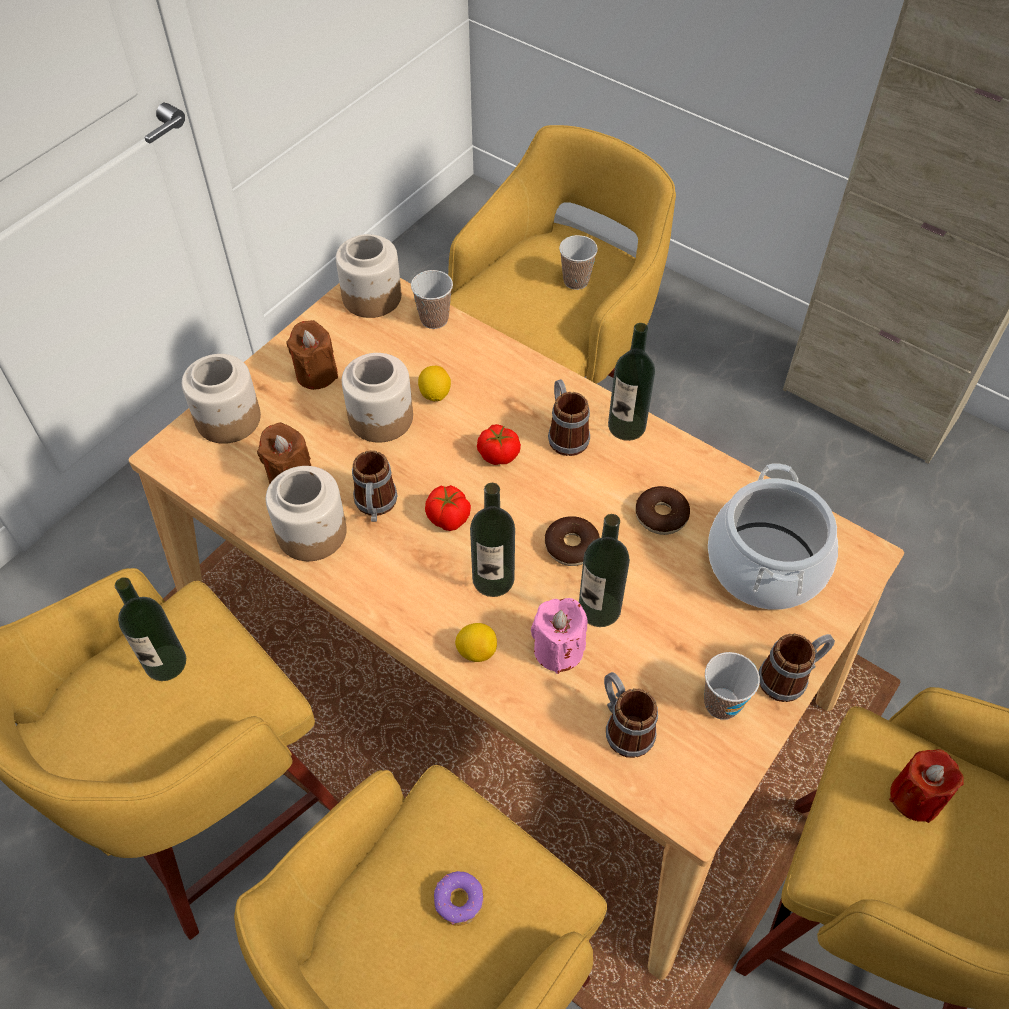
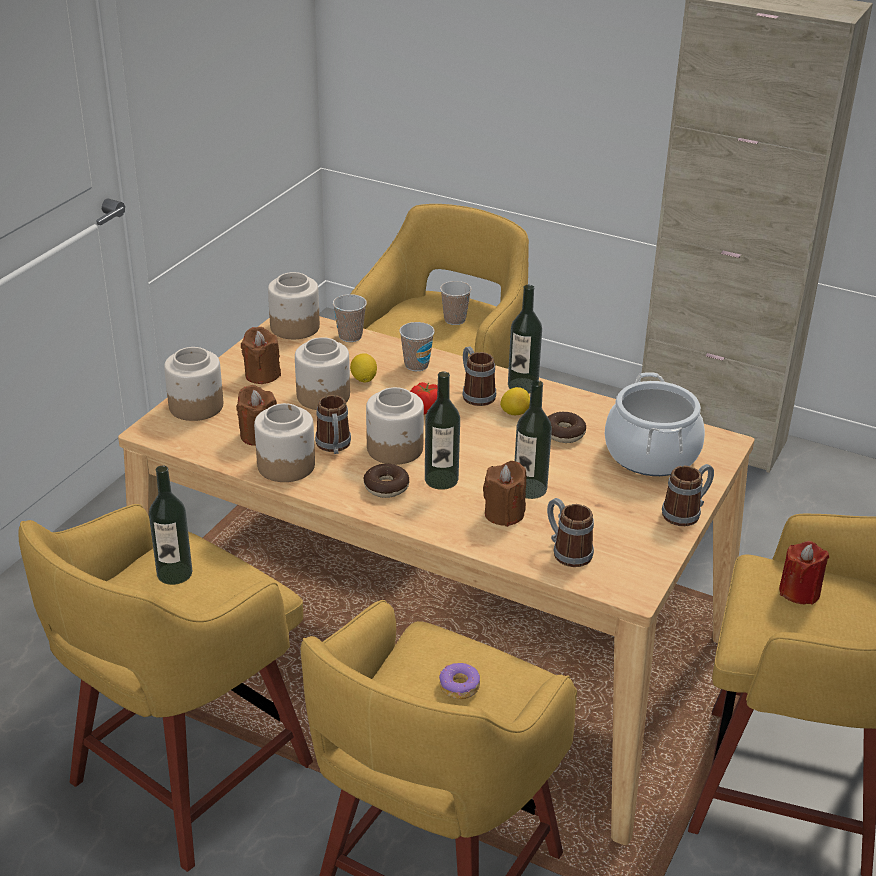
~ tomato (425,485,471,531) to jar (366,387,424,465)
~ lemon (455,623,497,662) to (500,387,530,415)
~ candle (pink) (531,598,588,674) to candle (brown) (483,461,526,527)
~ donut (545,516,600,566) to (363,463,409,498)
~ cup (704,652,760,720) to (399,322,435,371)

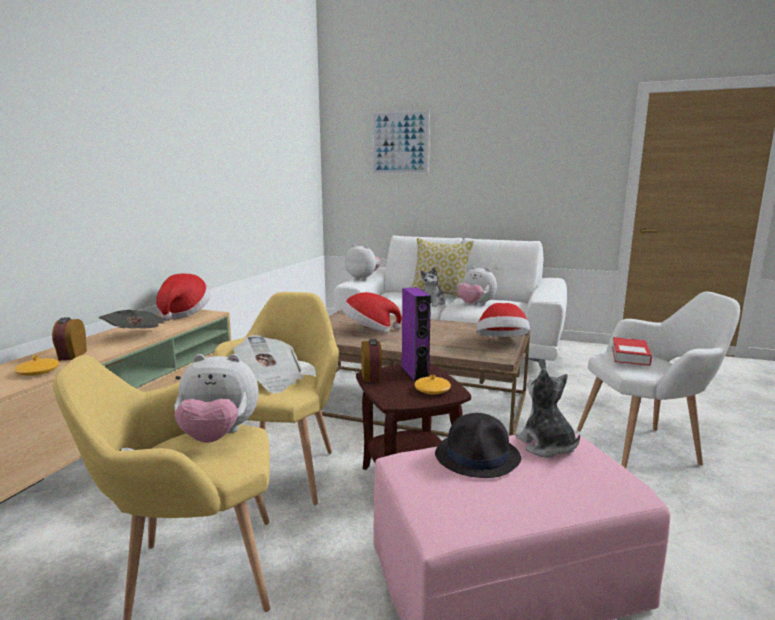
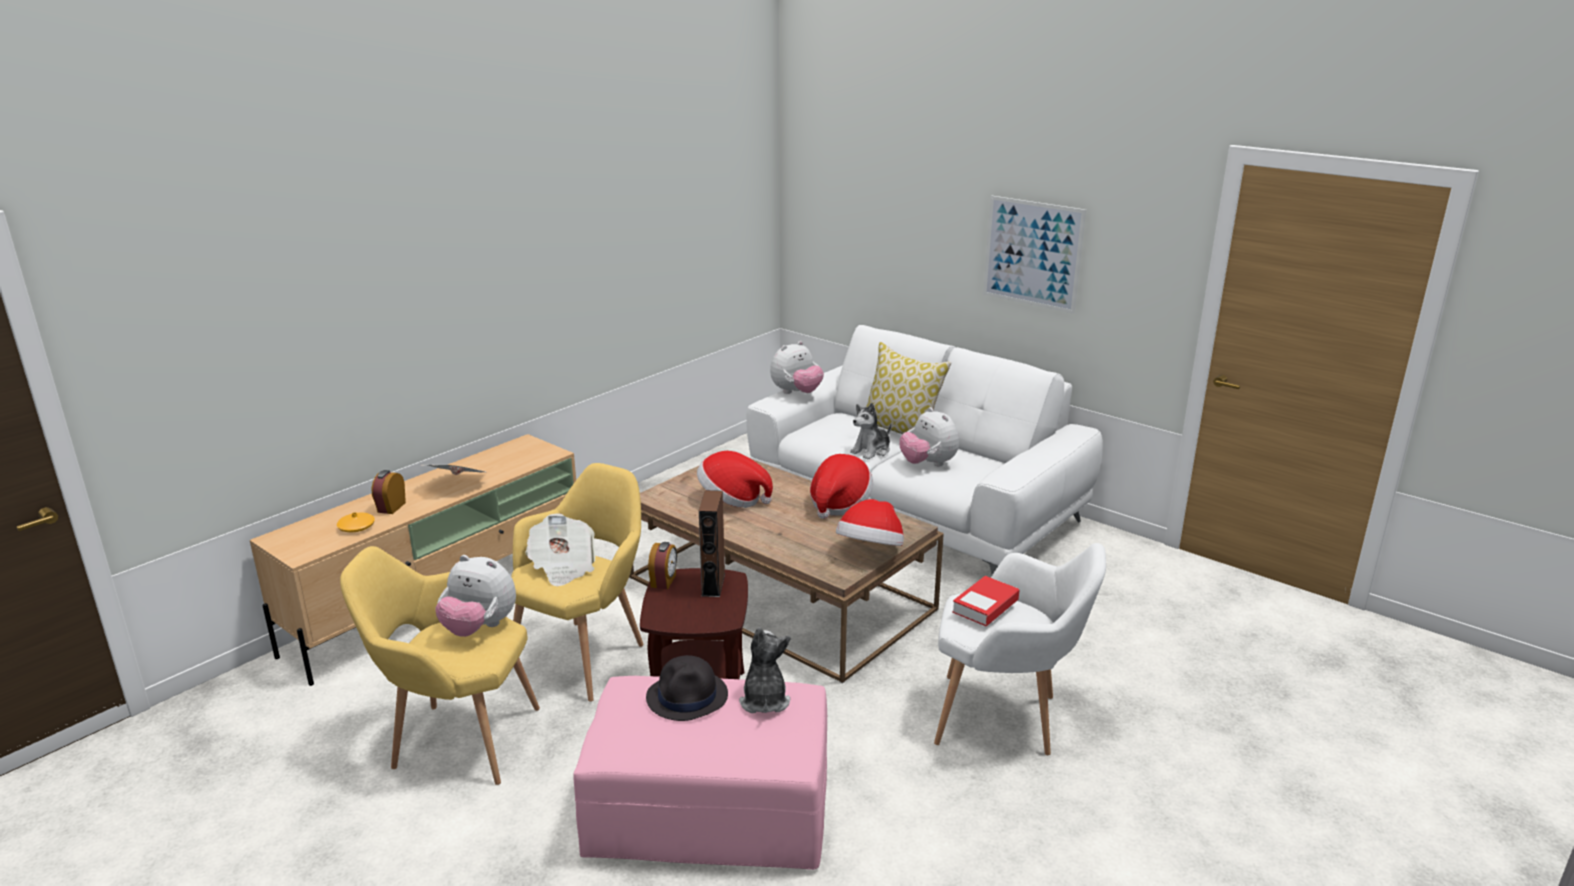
~ hat (156,274,210,321) to (810,454,873,519)
~ plush toy (345,244,380,281) = (770,341,824,394) 90 degrees clockwise
~ picture (371,109,430,175) to (983,196,1086,314)
~ speaker (purple) (401,287,431,381) to speaker (brown) (699,490,725,597)
- vase (orange) (414,375,451,395)

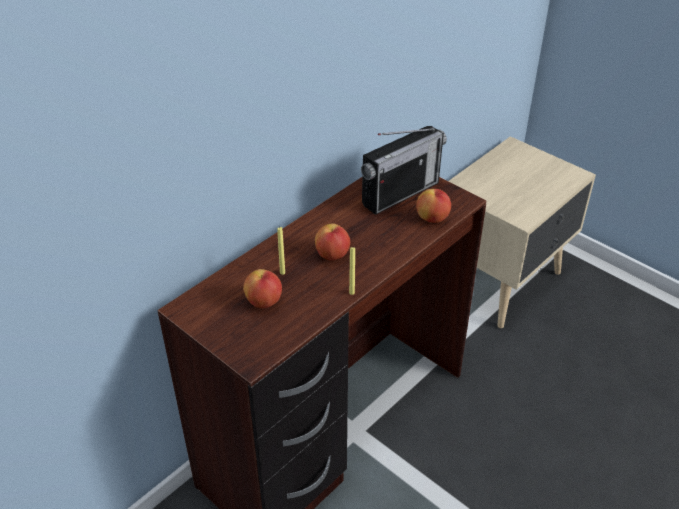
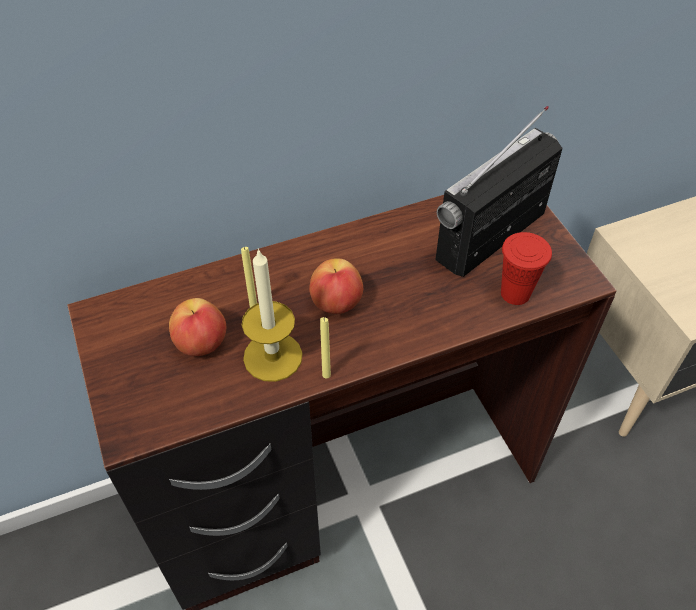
~ radio (361,126,447,215) = (435,106,563,277) 150 degrees clockwise
~ apple (416,189,451,223) to cup (red) (501,232,552,305)
+ candle (242,248,302,382)

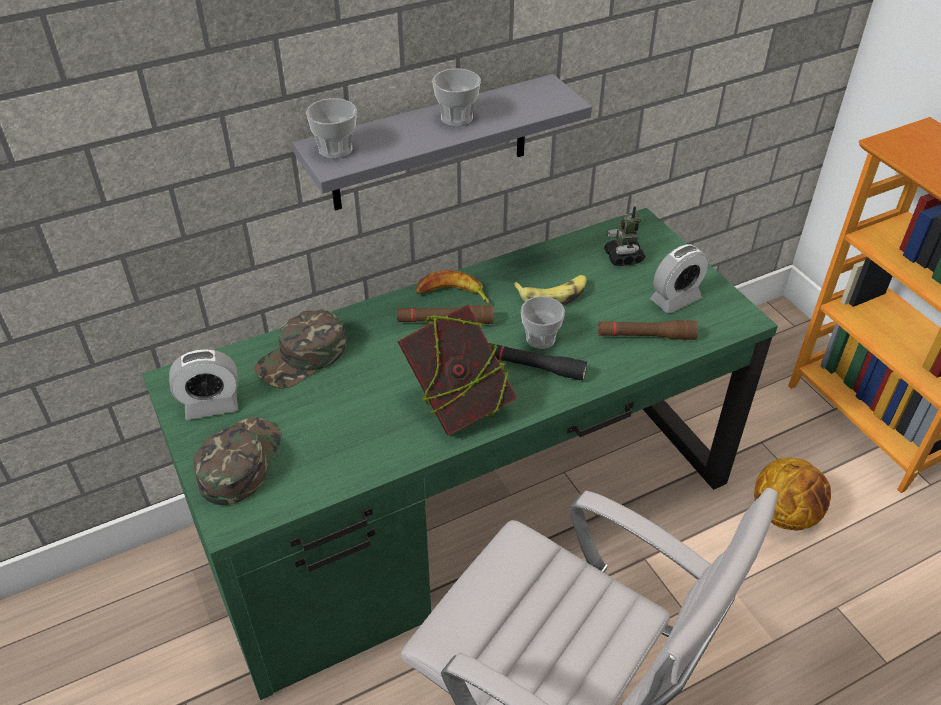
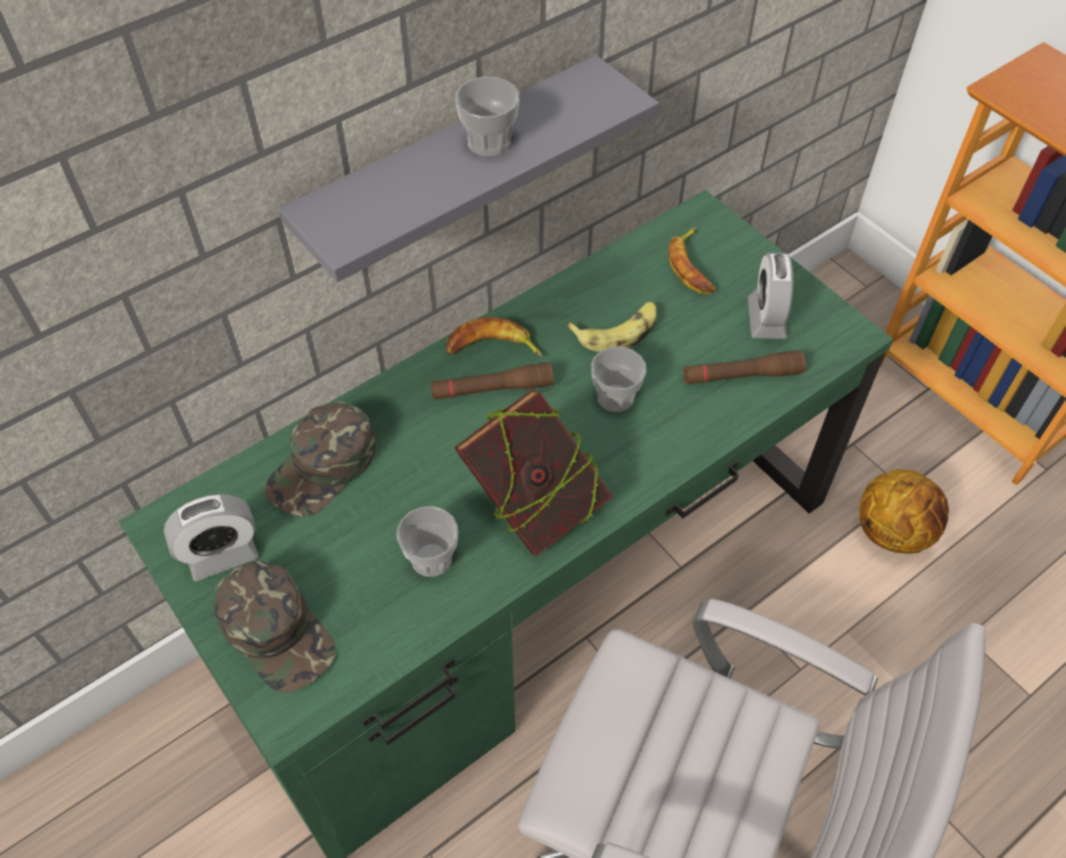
~ cap (green) (193,417,281,505) = (214,561,336,693) 135 degrees clockwise
~ cup (306,98,357,159) to (397,506,458,577)
- flashlight (black) (489,343,587,381)
~ toy robot (604,206,645,266) to banana (669,227,716,294)
~ alarm clock (650,244,708,314) = (748,252,793,339) 135 degrees clockwise

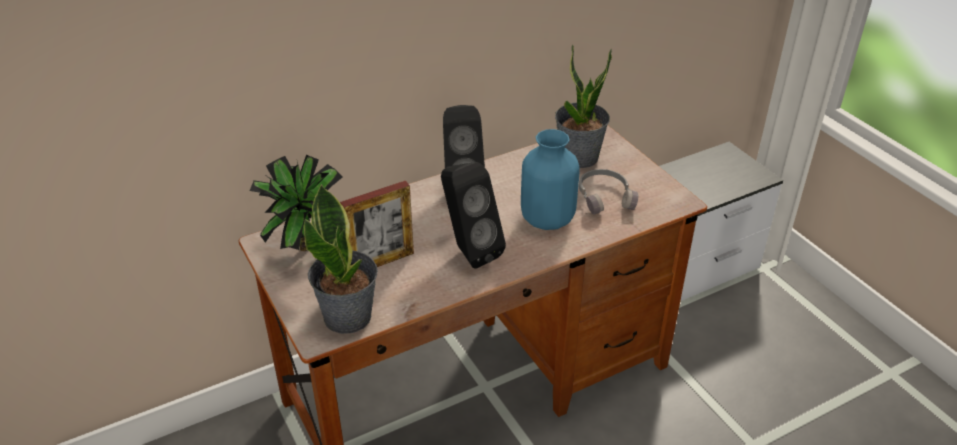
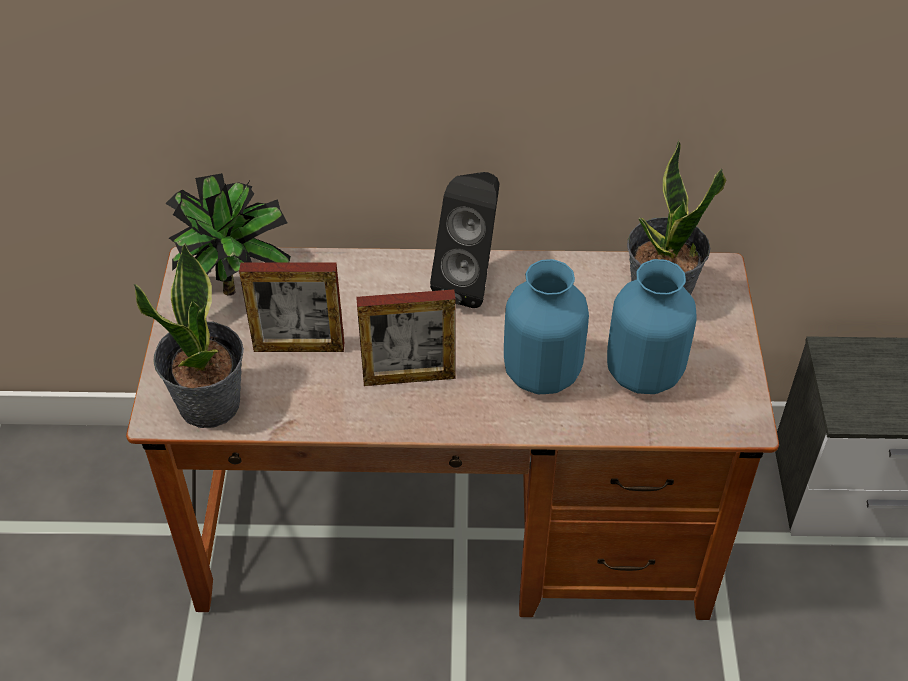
~ speaker (black) (441,162,506,269) to picture frame (356,289,456,386)
~ headphones (grey) (579,169,638,215) to vase (blue) (607,259,696,394)

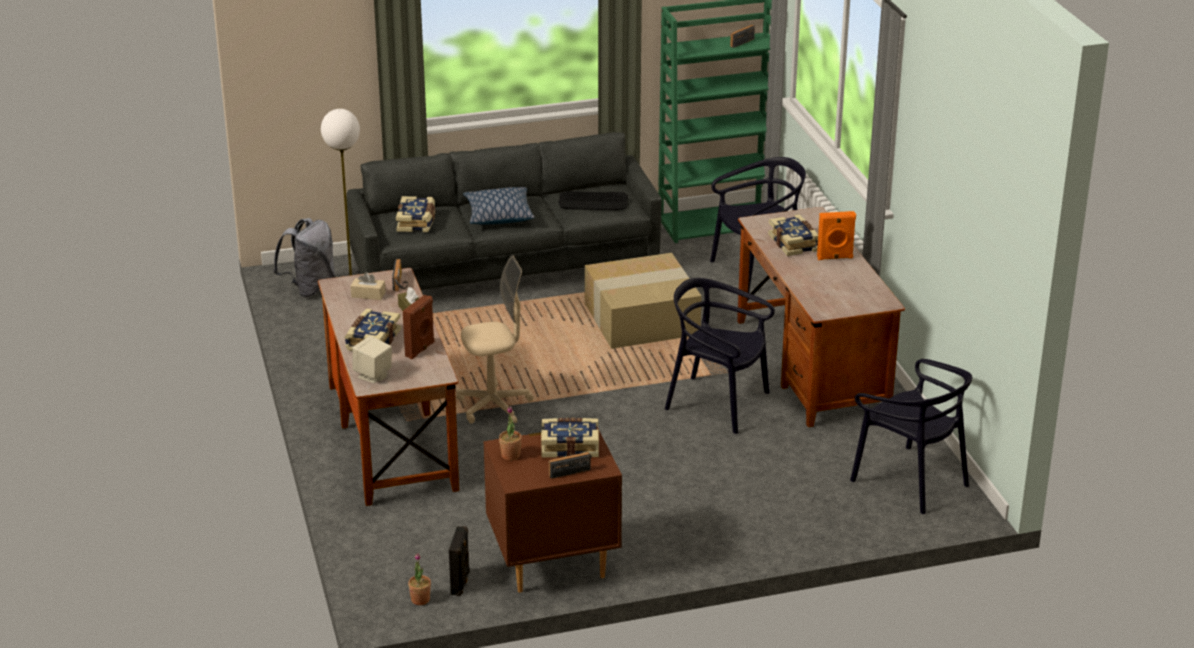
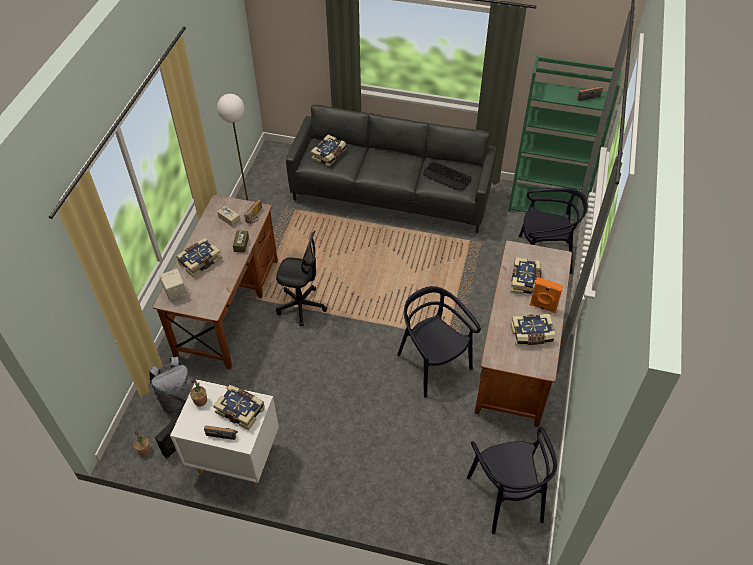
~ backpack (grey) (273,218,335,297) to (149,357,194,414)
- speaker (brown) (403,295,435,359)
~ office chair (beige) (456,256,533,424) to office chair (black) (276,230,327,327)
- pillow (463,187,535,225)
~ nightstand (brown) (483,427,622,592) to nightstand (white) (170,379,279,487)
- cardboard box (585,253,702,349)
+ book (511,314,556,345)

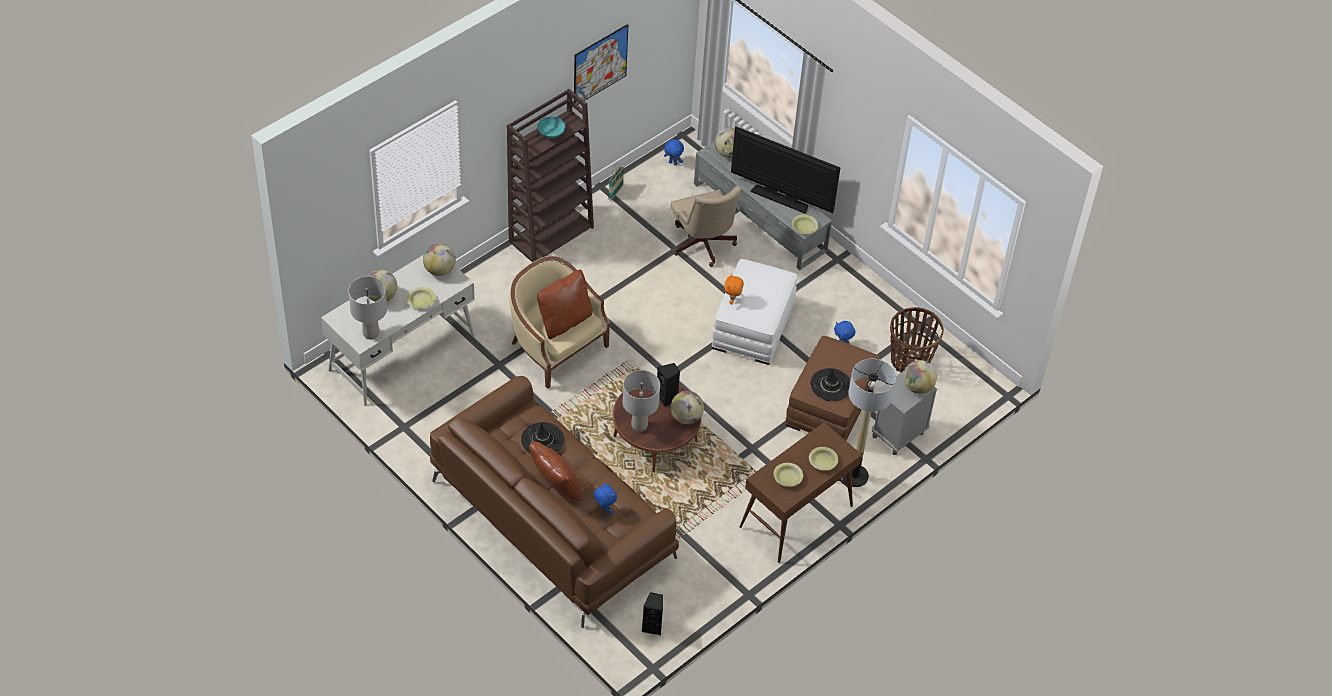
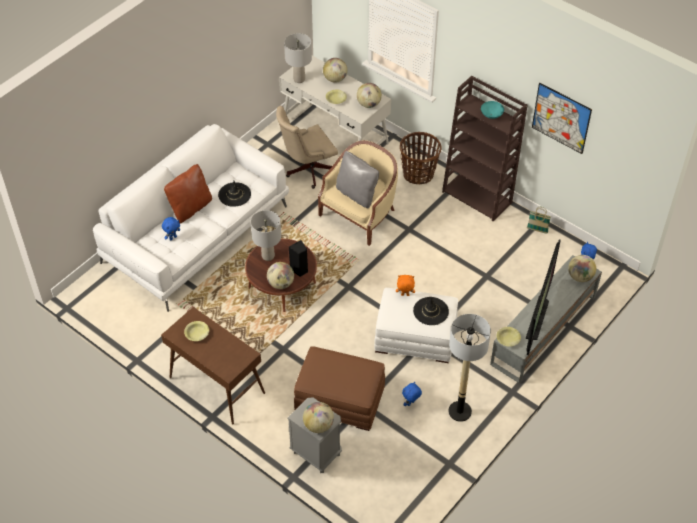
~ sofa (brown) (430,376,679,628) to sofa (white) (93,124,289,312)
~ pillow (brown) (537,270,593,339) to pillow (grey) (336,151,379,209)
- speaker (black) (642,592,663,635)
~ office chair (beige) (671,186,741,267) to (276,106,338,189)
- bowl (yellow) (809,447,838,471)
~ hat (black) (810,368,850,401) to (413,297,449,325)
~ floor lamp (842,359,896,487) to (448,314,491,422)
~ basket (890,307,944,373) to (400,132,442,184)

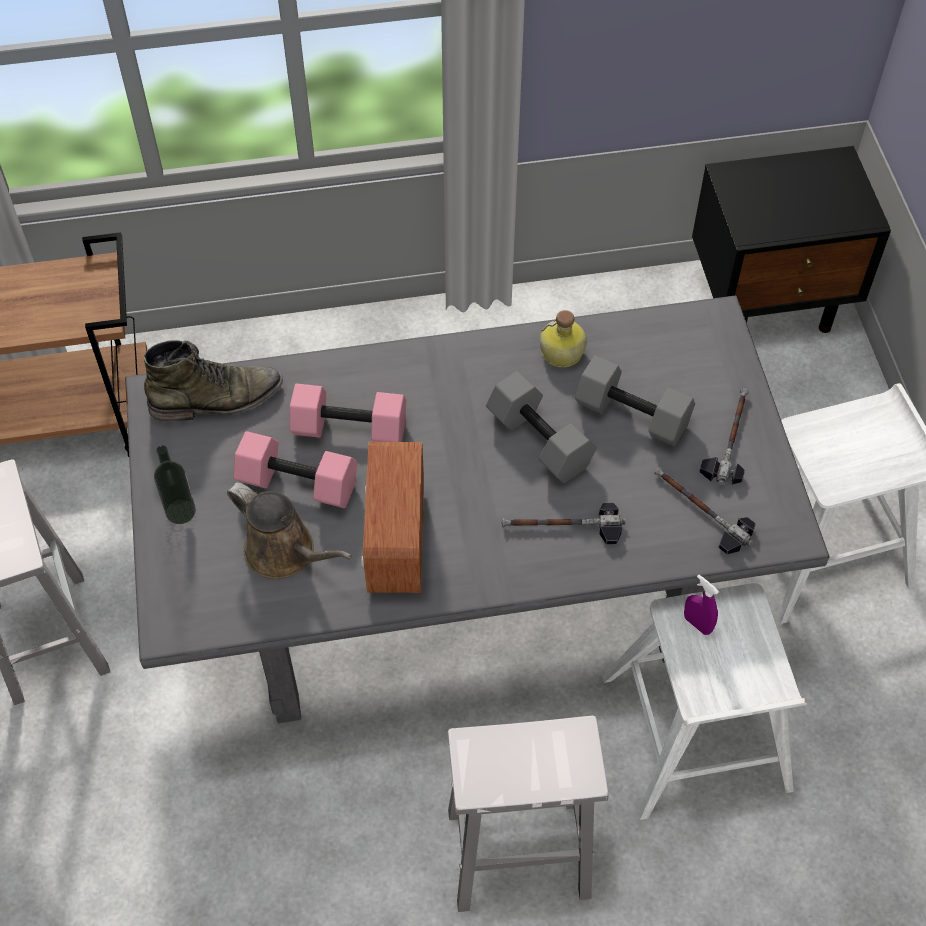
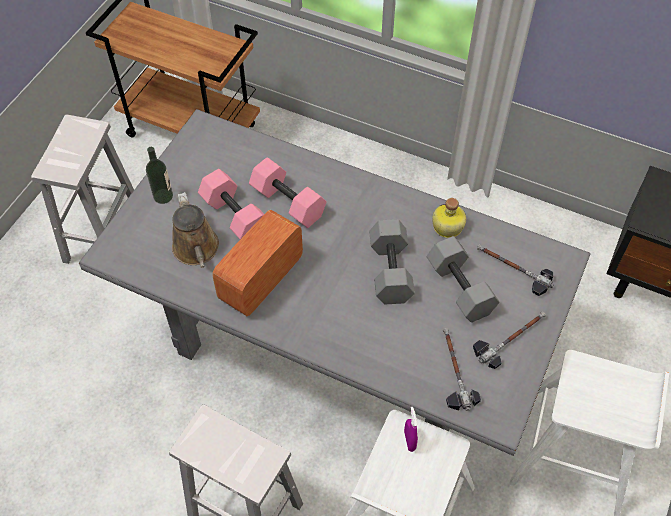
- boot (green) (143,340,283,422)
~ hammer (502,503,625,544) to (477,244,554,296)

